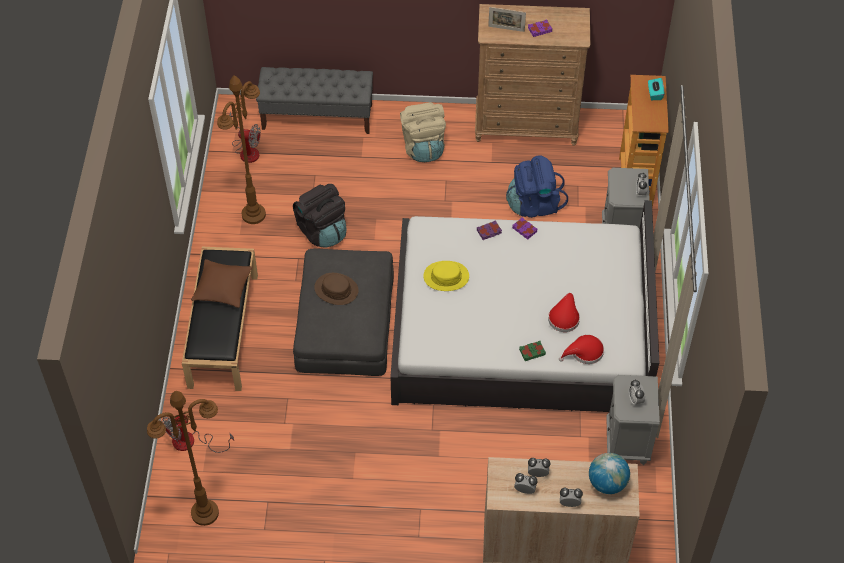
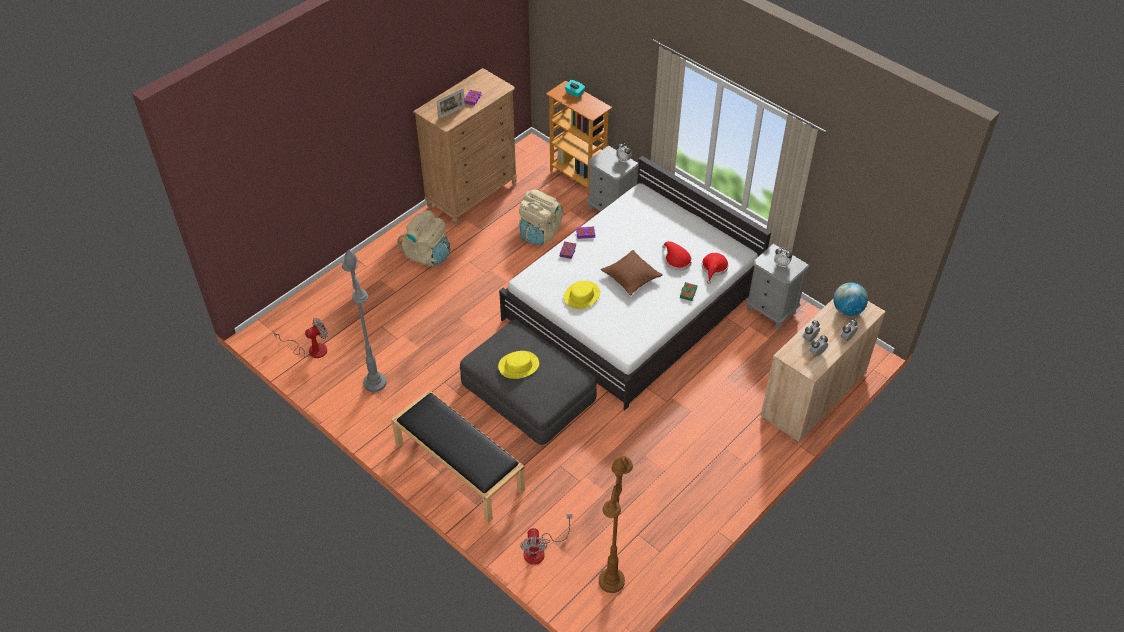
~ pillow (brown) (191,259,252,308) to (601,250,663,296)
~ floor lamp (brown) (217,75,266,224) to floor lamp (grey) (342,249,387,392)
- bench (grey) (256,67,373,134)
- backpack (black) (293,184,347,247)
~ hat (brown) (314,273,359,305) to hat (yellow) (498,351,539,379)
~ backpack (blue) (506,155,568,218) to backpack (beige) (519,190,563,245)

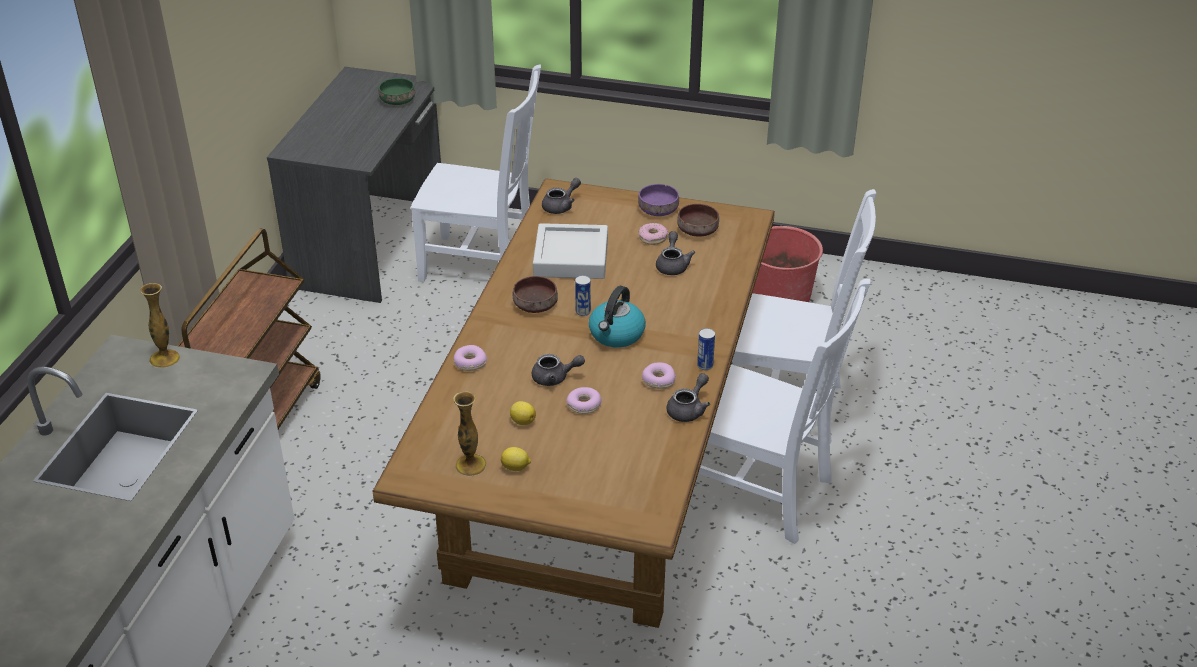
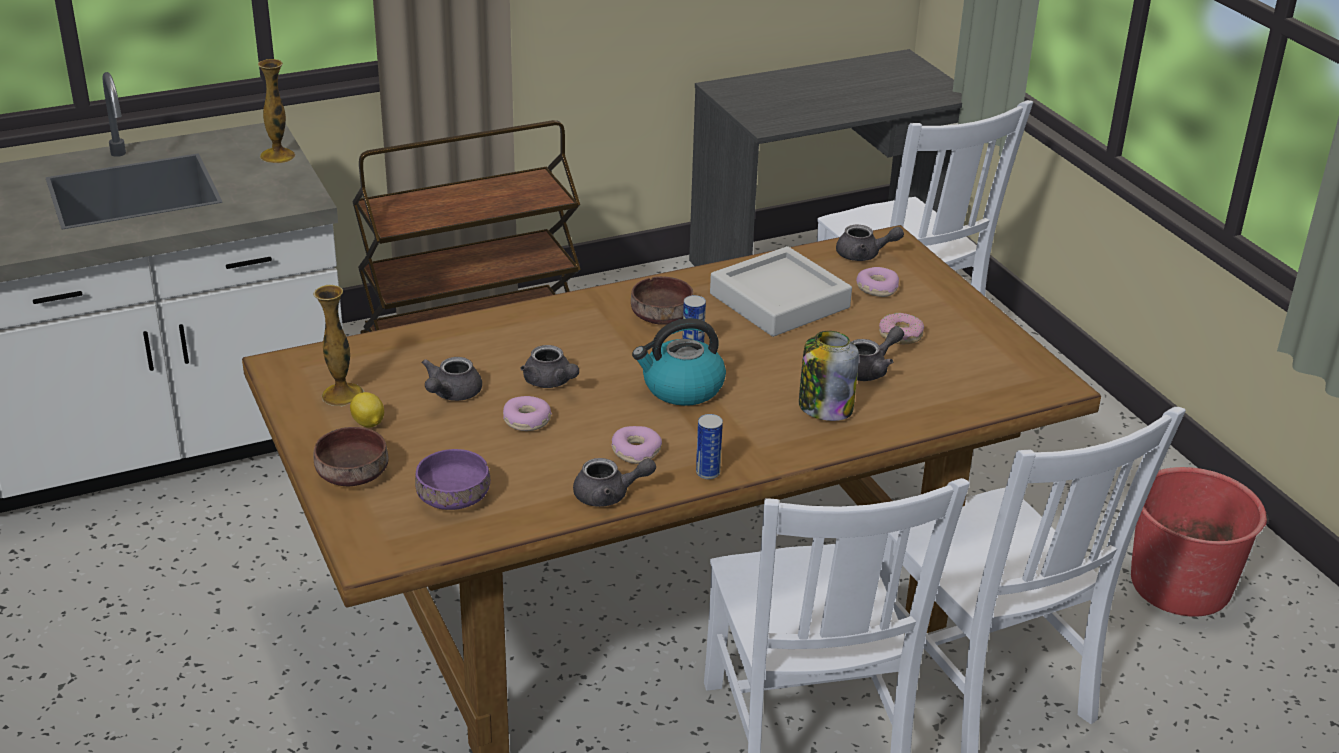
- bowl (green) (379,78,415,105)
~ donut (454,345,487,371) to (856,267,899,297)
~ lemon (510,401,536,425) to teapot (grey) (421,357,482,401)
~ bowl (purple) (638,184,679,216) to (415,449,490,510)
~ bowl (brown) (677,204,719,237) to (313,427,388,487)
+ jar (799,331,859,421)

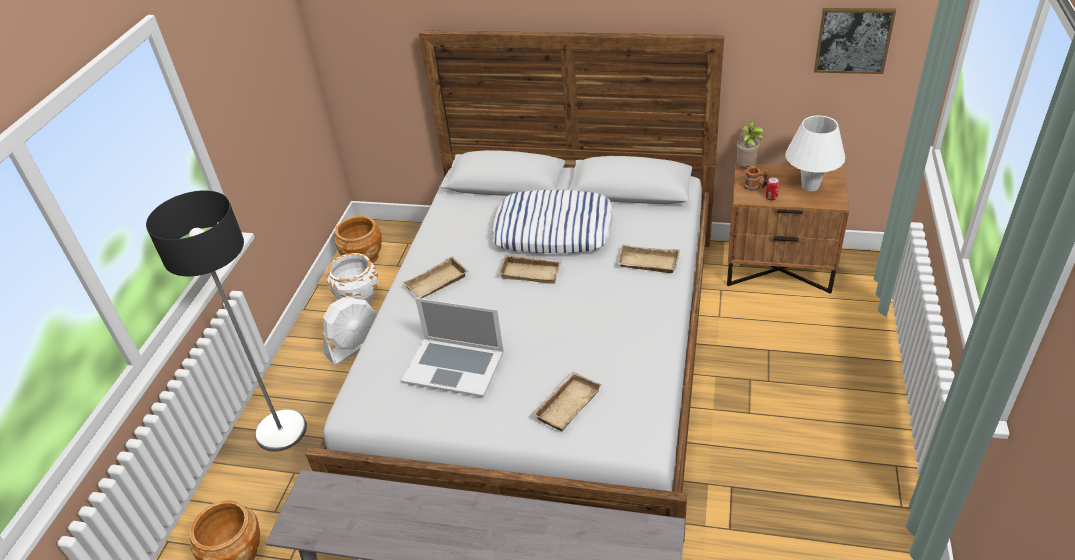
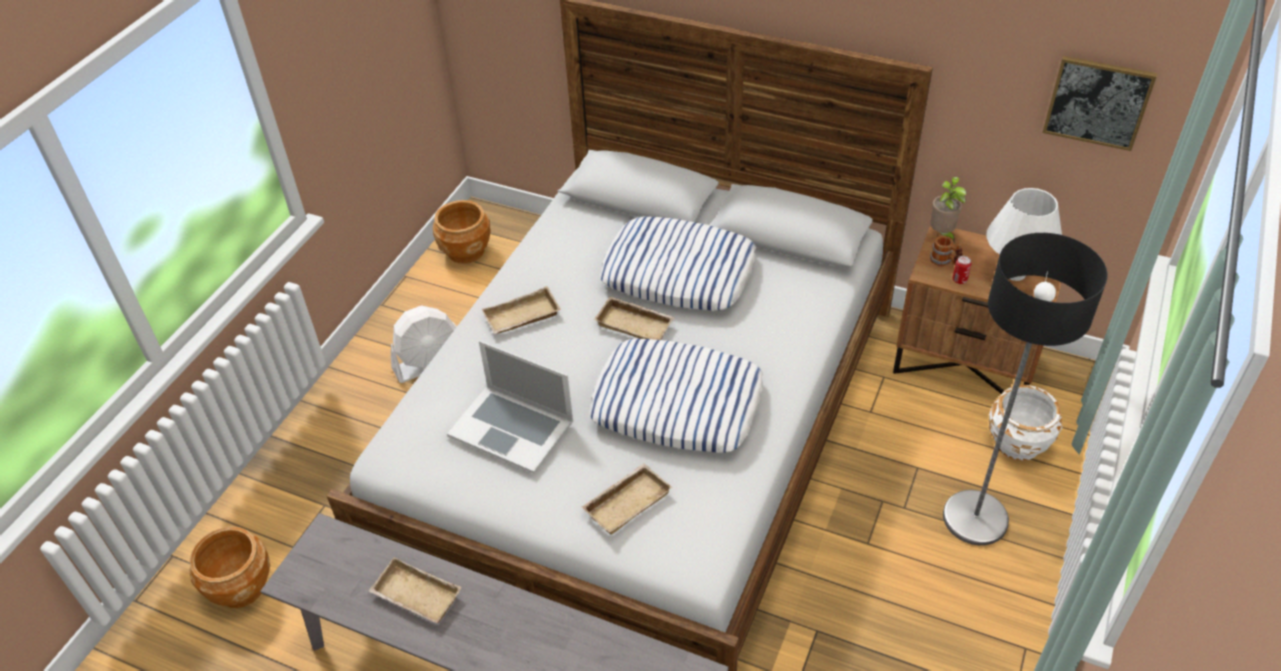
~ floor lamp (146,190,307,452) to (943,233,1108,545)
~ planter (white) (327,253,379,303) to (989,385,1062,461)
~ tray (beige) (616,245,680,273) to (369,557,462,623)
+ pillow (589,339,763,453)

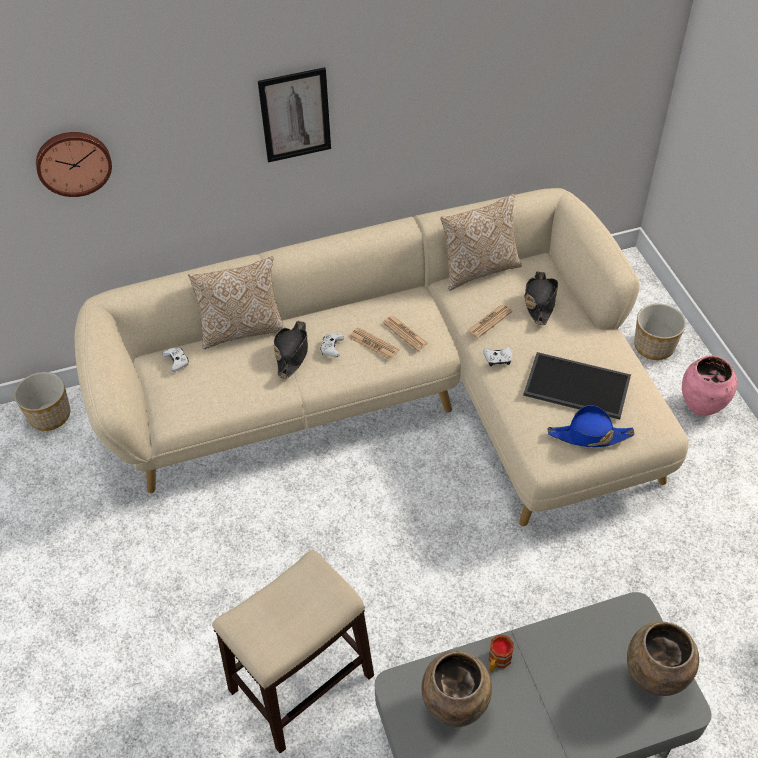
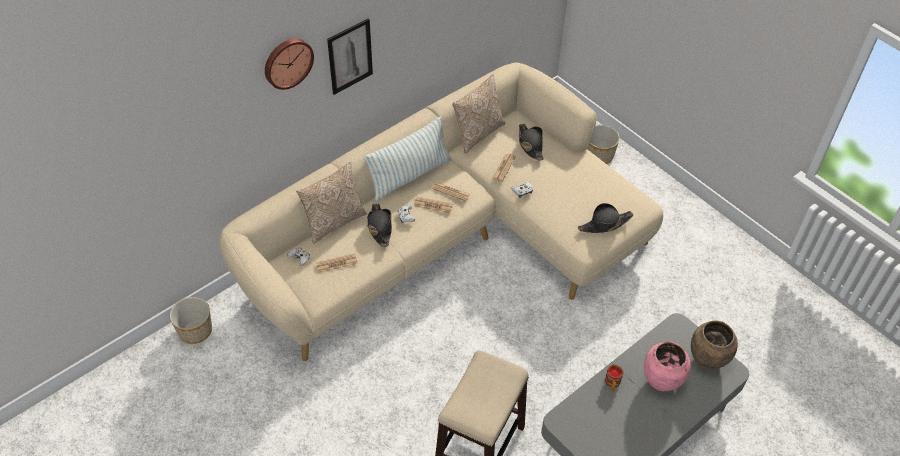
~ wall clock (36,132,112,197) to (265,39,314,90)
- vase (brown) (421,651,492,727)
- tray (523,352,631,420)
~ hat (blue) (548,405,634,447) to hat (black) (578,203,634,233)
~ vase (pink) (682,356,737,416) to (644,341,691,391)
+ newspaper (316,254,358,273)
+ pillow (363,116,452,201)

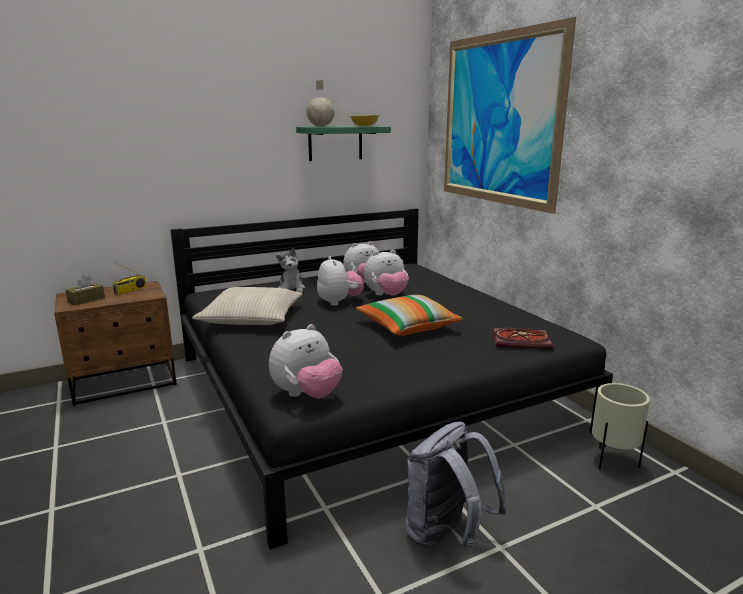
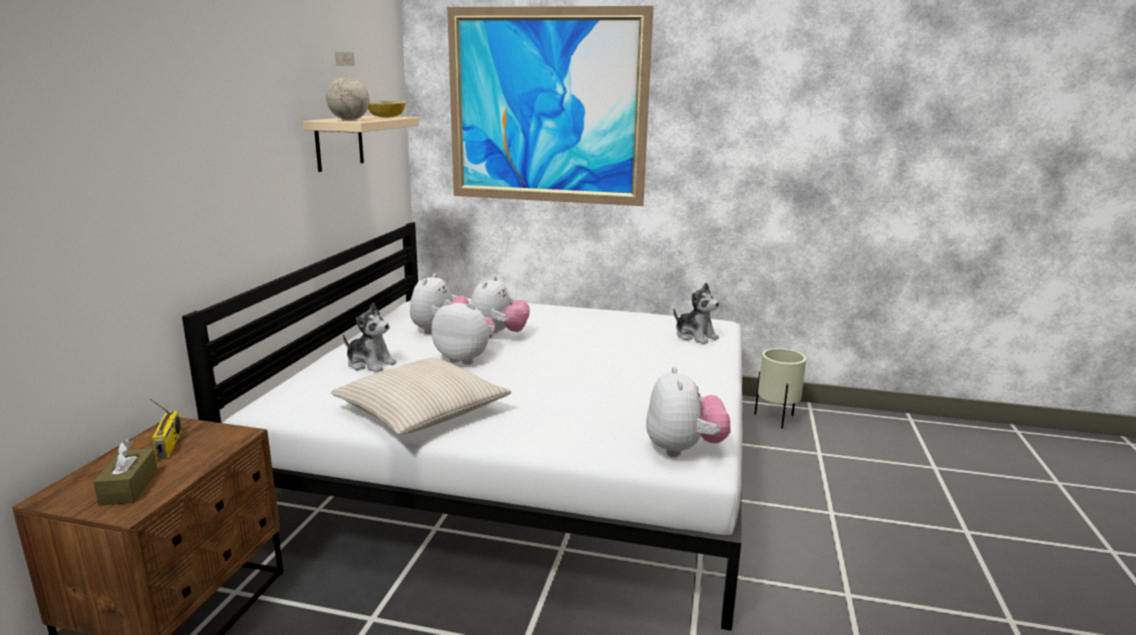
~ bed (black) (170,208,613,549) to bed (white) (182,222,743,631)
~ shelf (green) (296,126,391,161) to shelf (beige) (303,116,419,172)
- pillow (356,295,464,336)
- backpack (grey) (406,422,506,550)
~ book (493,328,553,349) to plush toy (673,282,719,344)

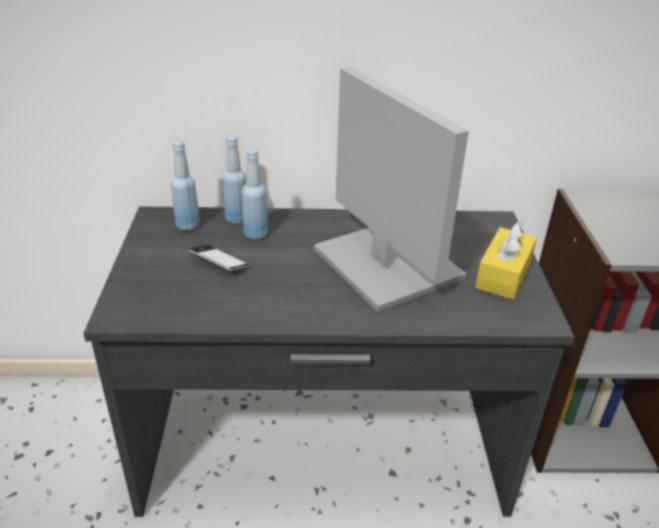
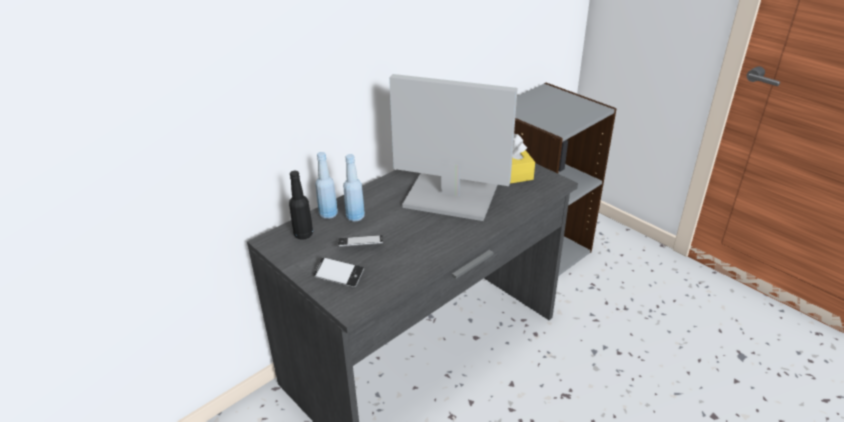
~ bottle (blue) (171,141,200,231) to bottle (black) (289,171,313,239)
+ phone (313,257,364,288)

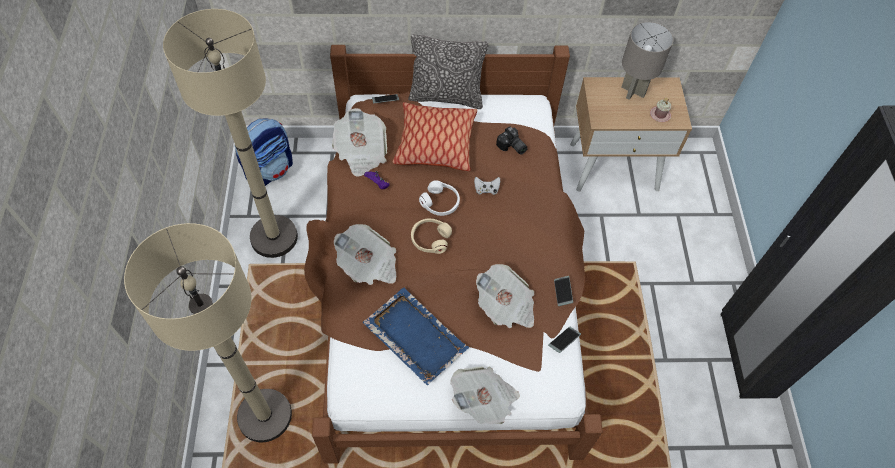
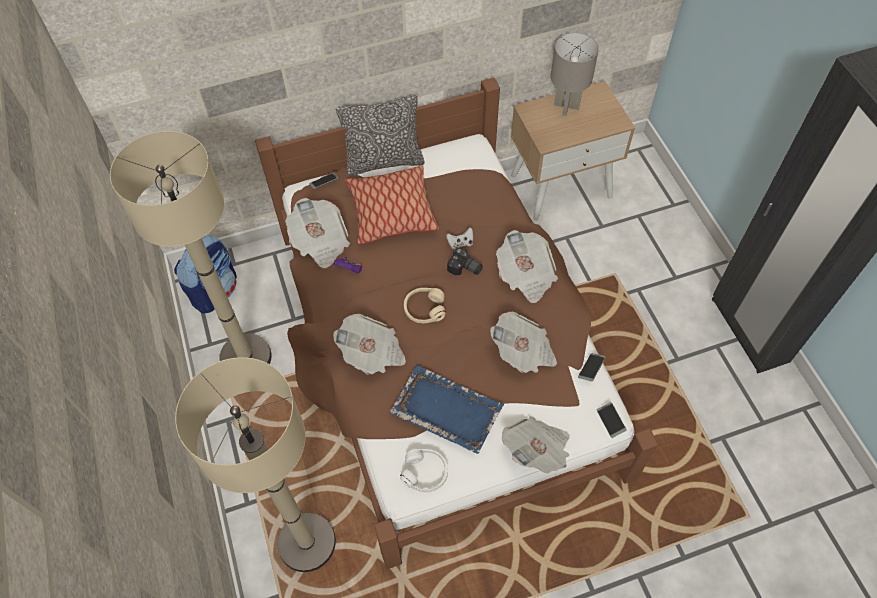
~ headphones (white) (419,180,460,216) to (400,448,448,492)
~ photo camera (496,126,528,155) to (447,247,483,276)
~ phone (554,276,573,306) to (597,402,627,438)
- mug (pink) (650,97,671,122)
+ newspaper (496,230,558,303)

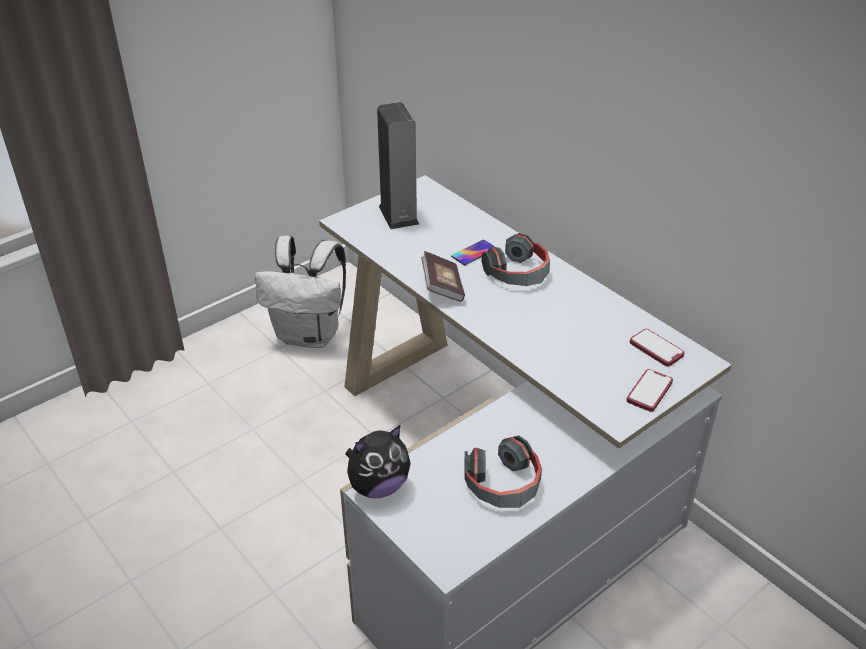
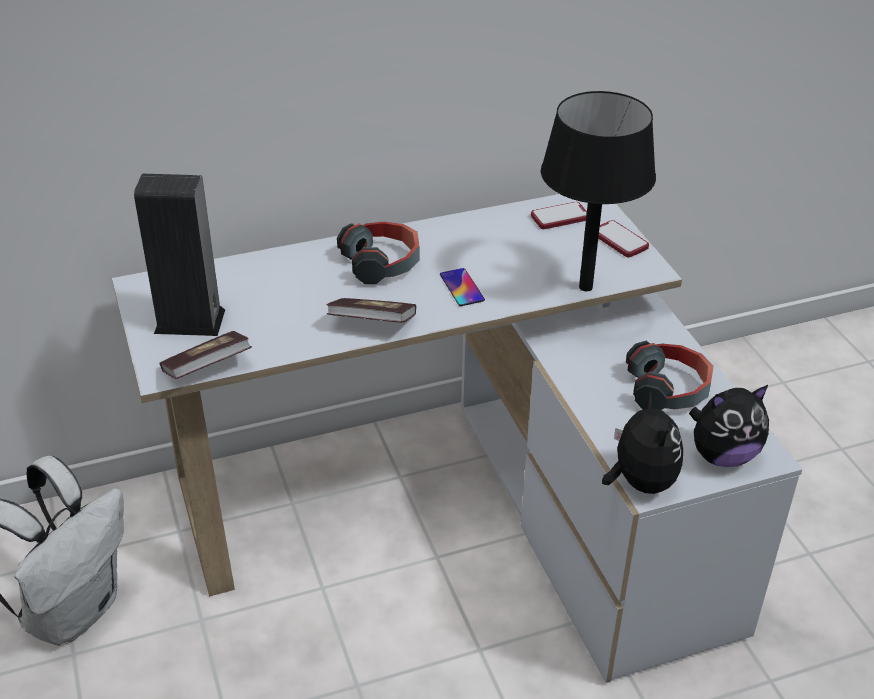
~ phone (451,240,495,265) to (440,268,485,306)
+ book (160,331,252,379)
+ table lamp (black) (541,91,656,291)
+ plush toy (689,384,769,467)

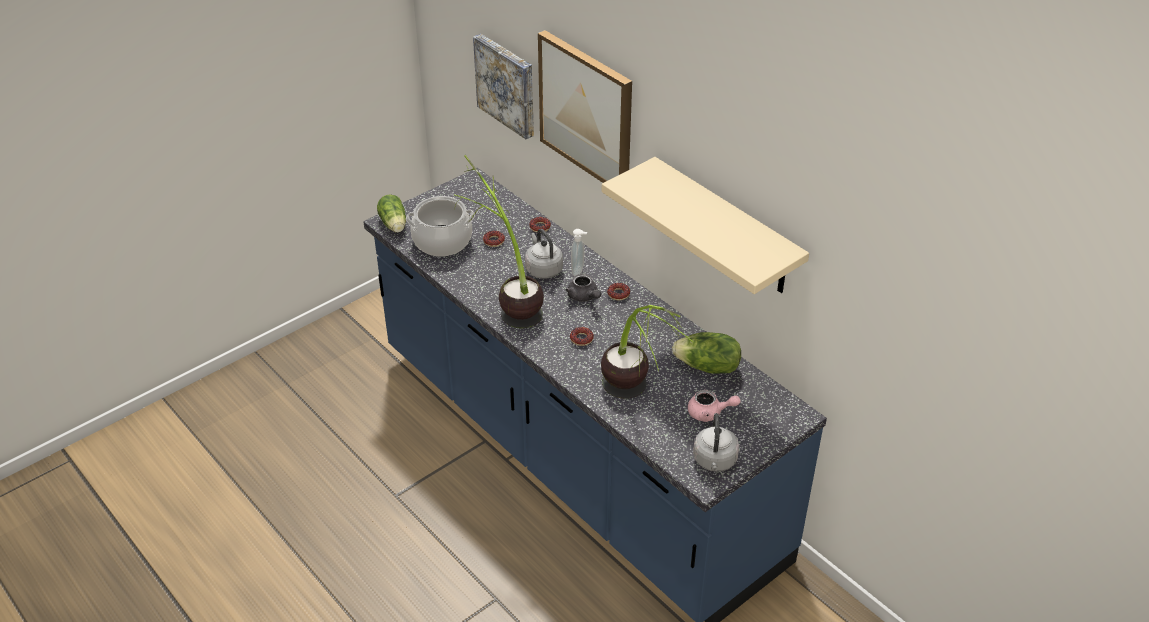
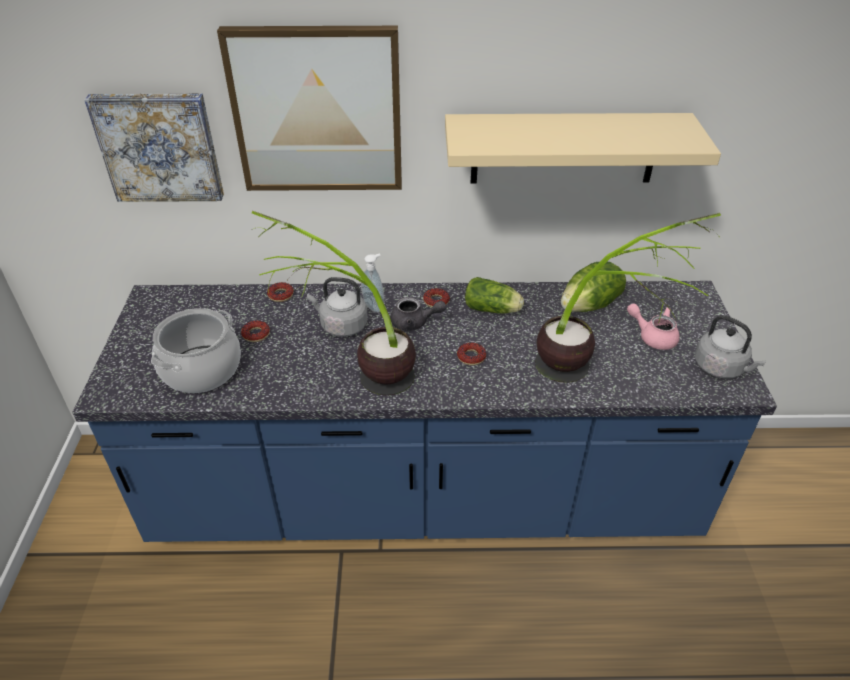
~ lettuce (377,194,406,232) to (465,277,524,314)
~ teapot (pink) (688,390,741,422) = (627,303,680,350) 105 degrees counterclockwise

